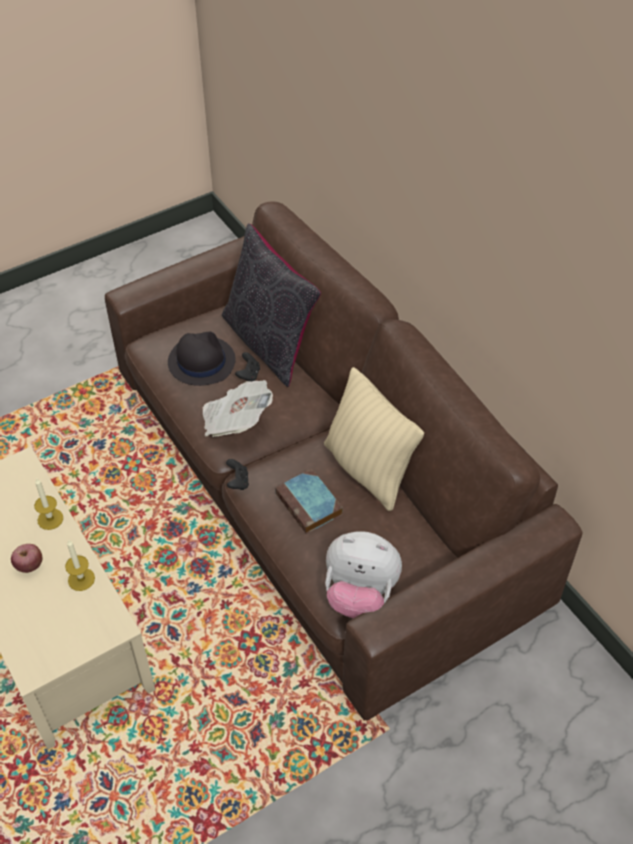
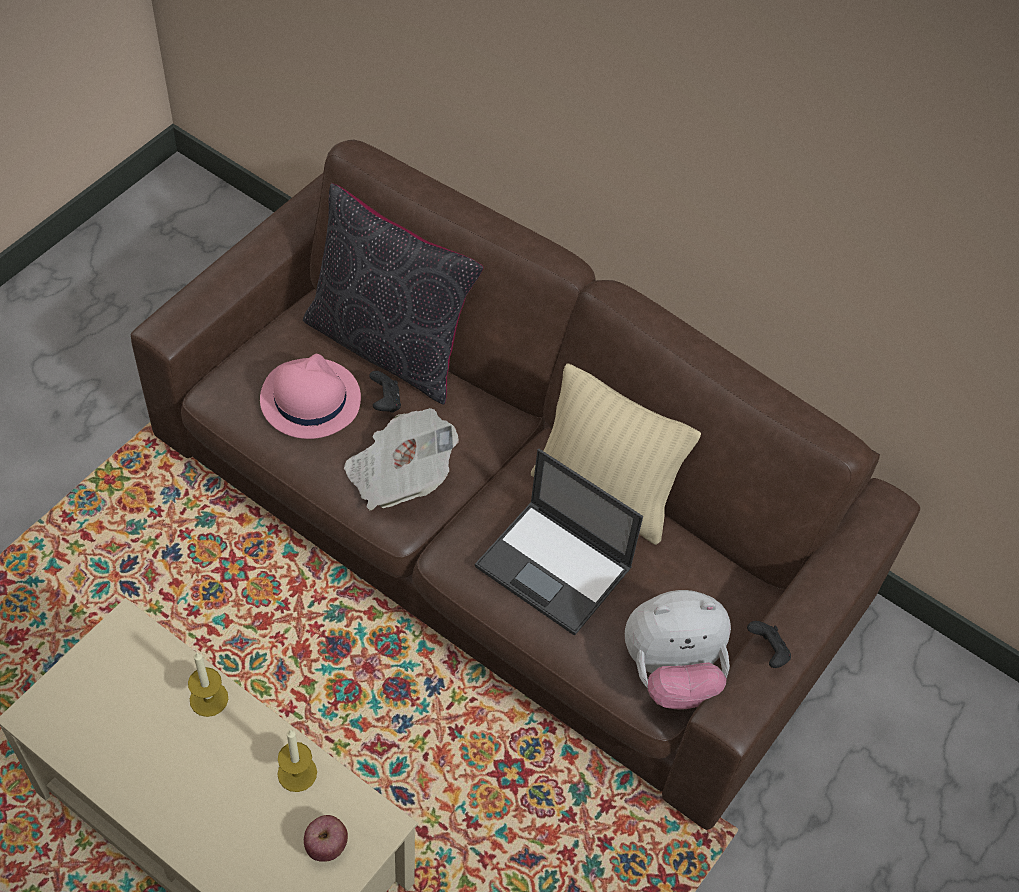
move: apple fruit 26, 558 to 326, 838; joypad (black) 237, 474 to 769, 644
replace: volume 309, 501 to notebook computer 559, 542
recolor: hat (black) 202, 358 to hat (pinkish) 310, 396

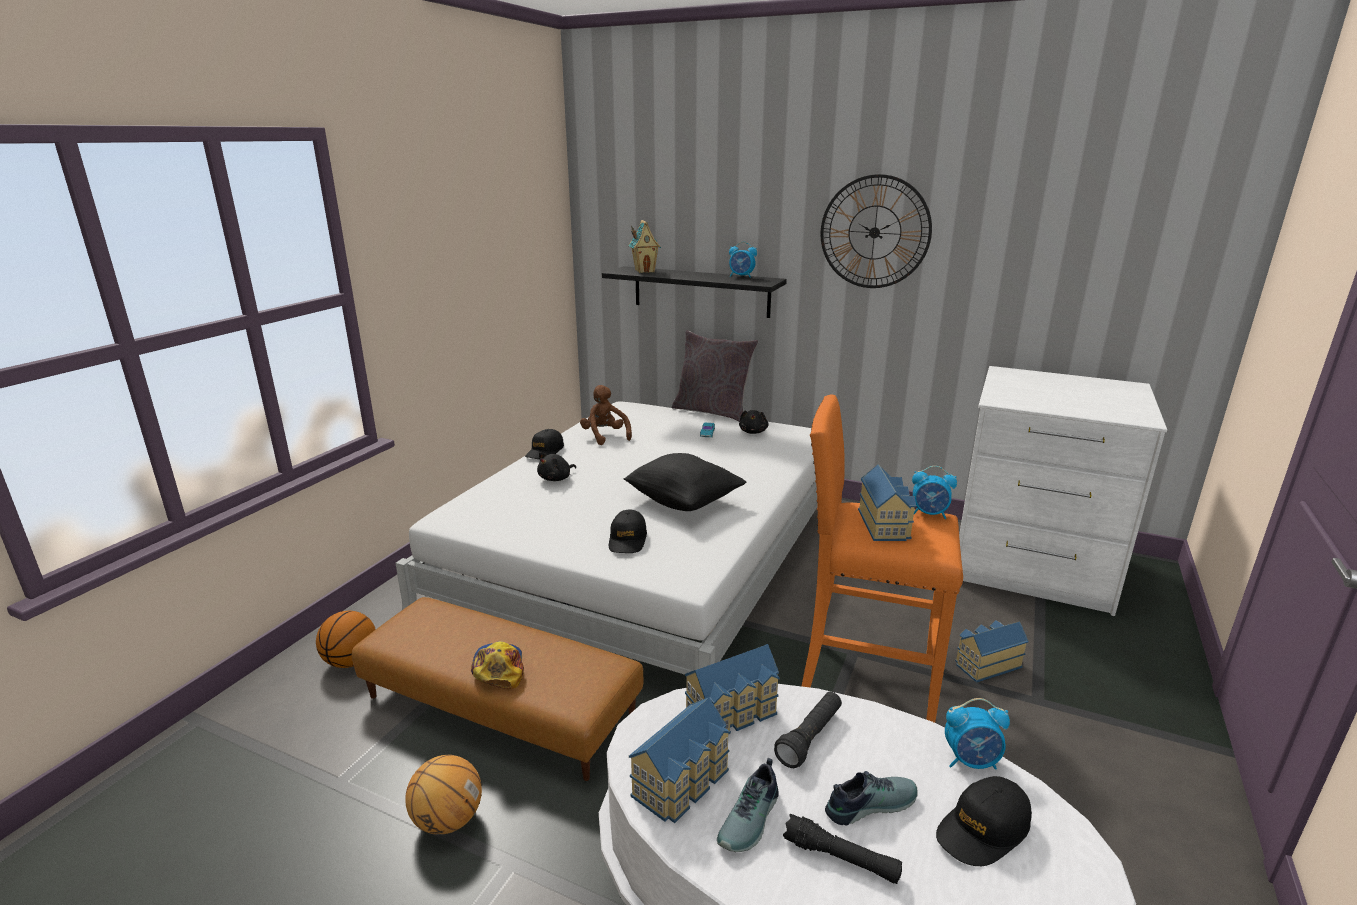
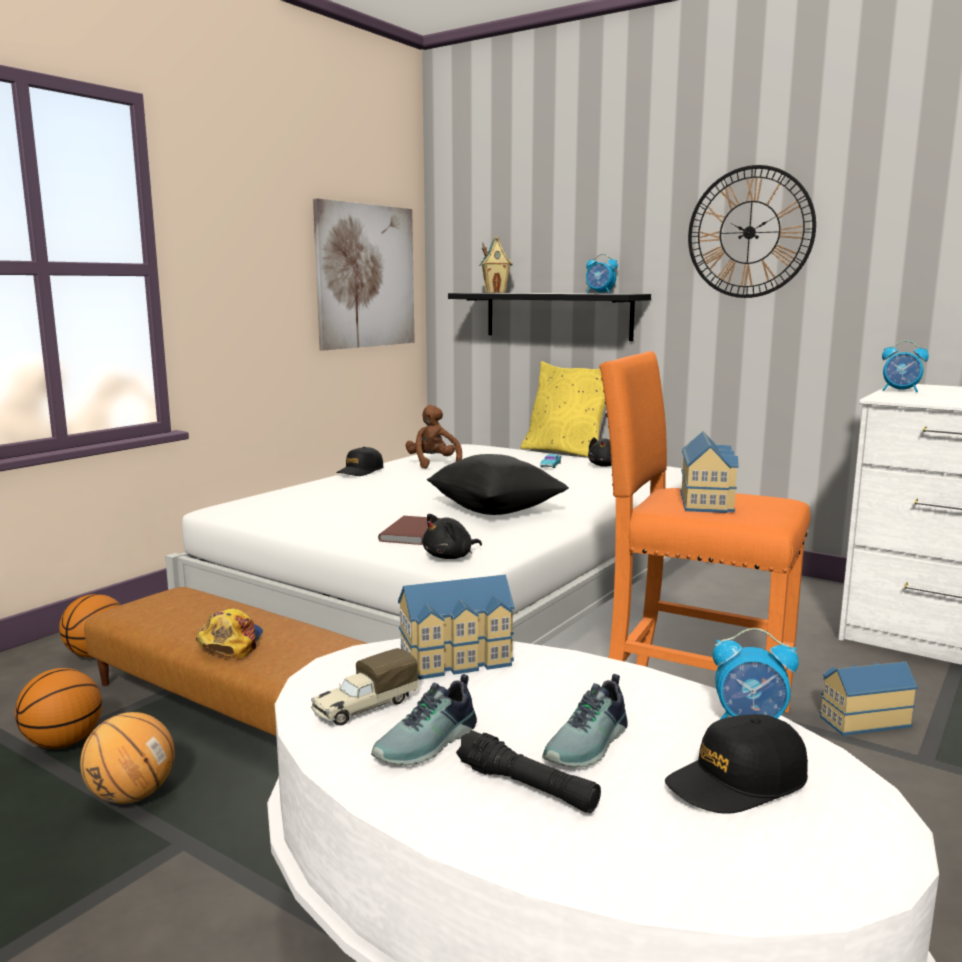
delete: hand torch (black) 808, 730
insert: basketball ball 58, 708; wall art 364, 274
move: plush toy (black) 556, 466 to 452, 536; alarm clock 934, 492 to 905, 366
replace: cap (black) 628, 531 to volume (brown-coloured) 409, 530; miniature house 679, 760 to model truck 364, 686
recolor: pillow (greyish) 715, 376 to pillow (yellow-coloured) 563, 409
rotate: low shoe 871, 798 = 585, 720 135 degrees clockwise

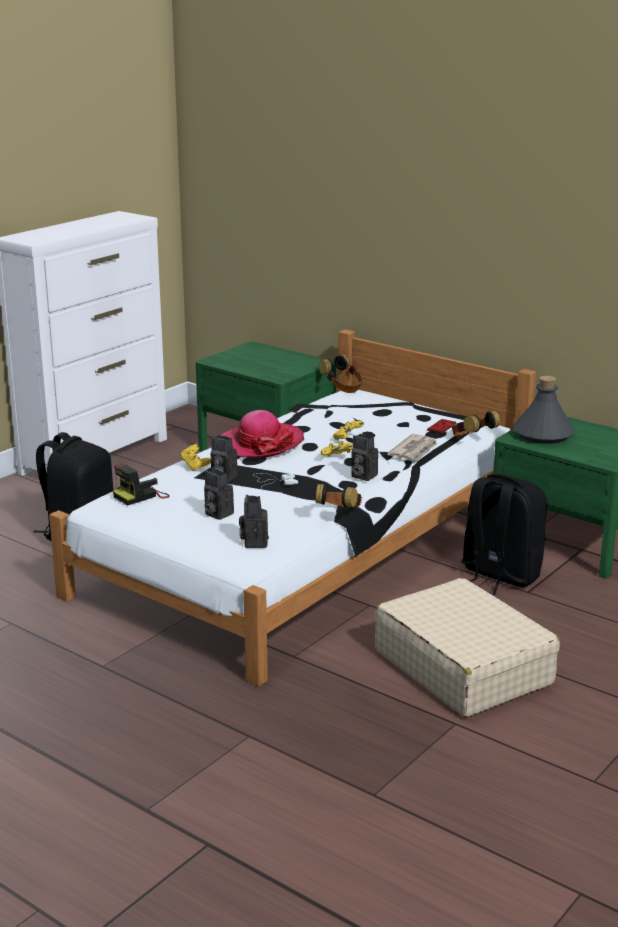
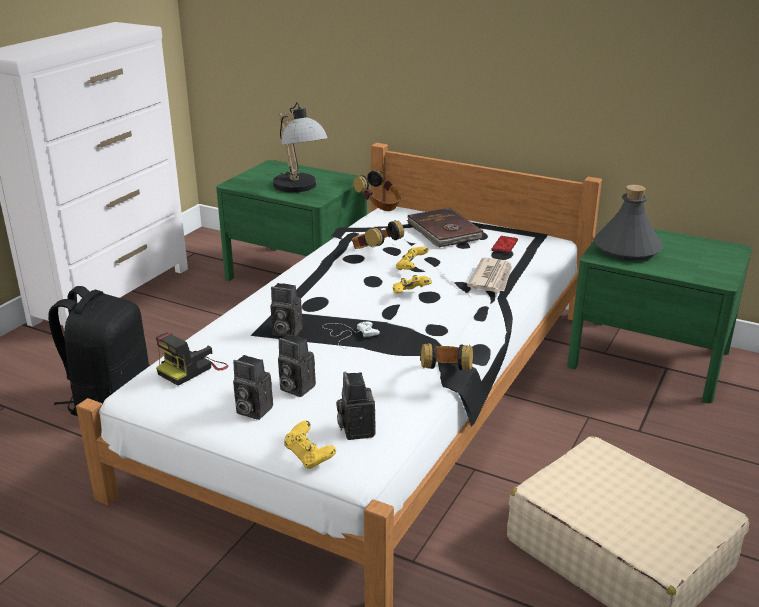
delete: hat 262, 434; knapsack (black) 504, 534
insert: table lamp 300, 147; volume (brown-coloured) 445, 227
move: joypad (yellow-coloured) 195, 457 to 310, 445; still camera 364, 457 to 253, 387; headphones 476, 422 to 378, 235

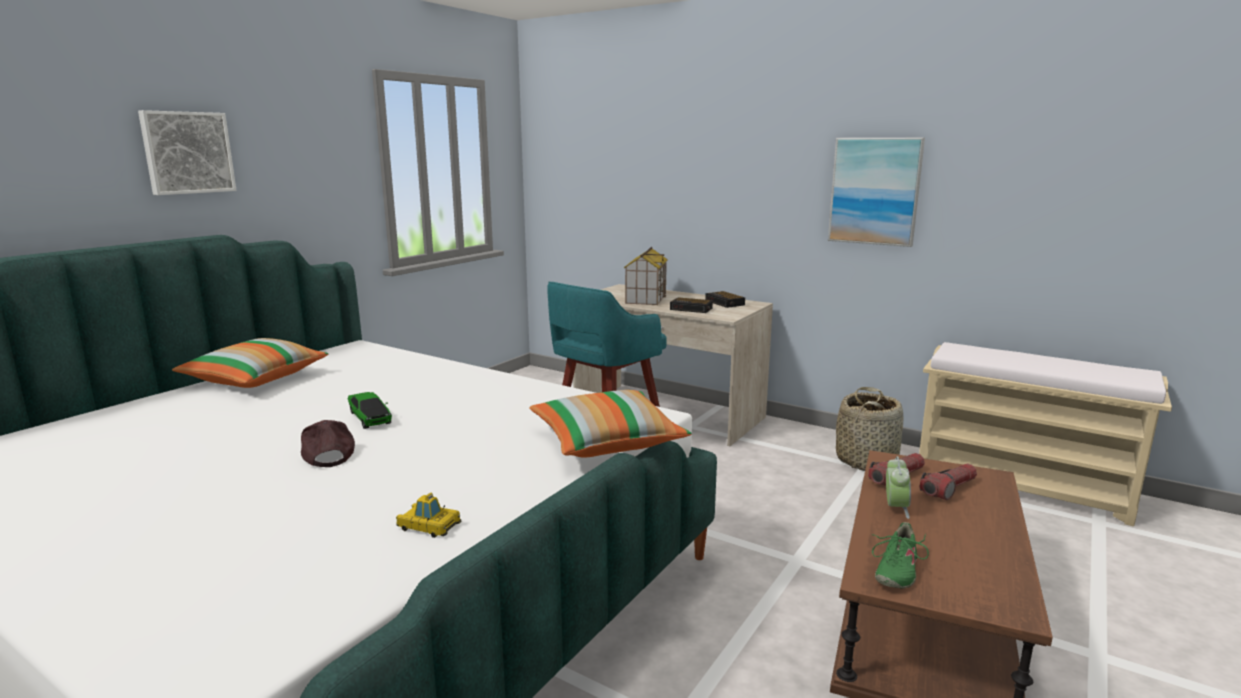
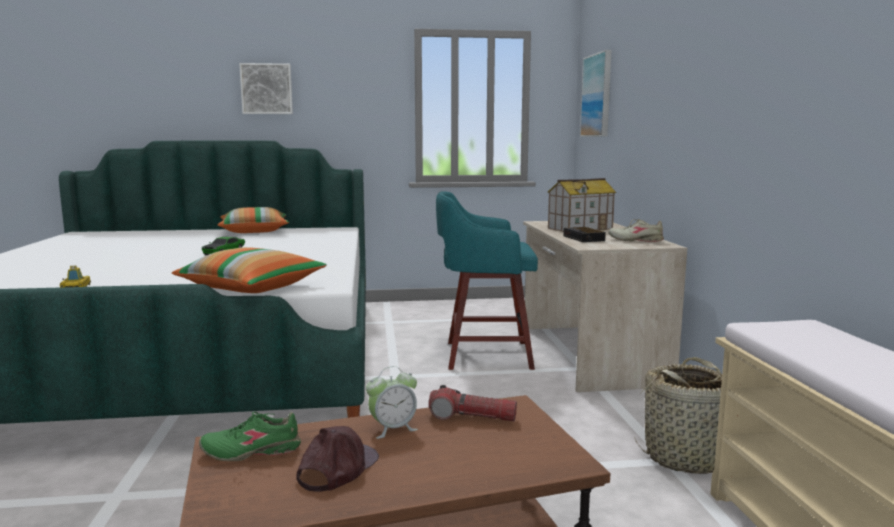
delete: hand torch 948, 482
move: cap (brown-coloured) 328, 443 to 337, 459; wall art 876, 192 to 596, 93
replace: alarm clock 725, 299 to low shoe (beige) 636, 230

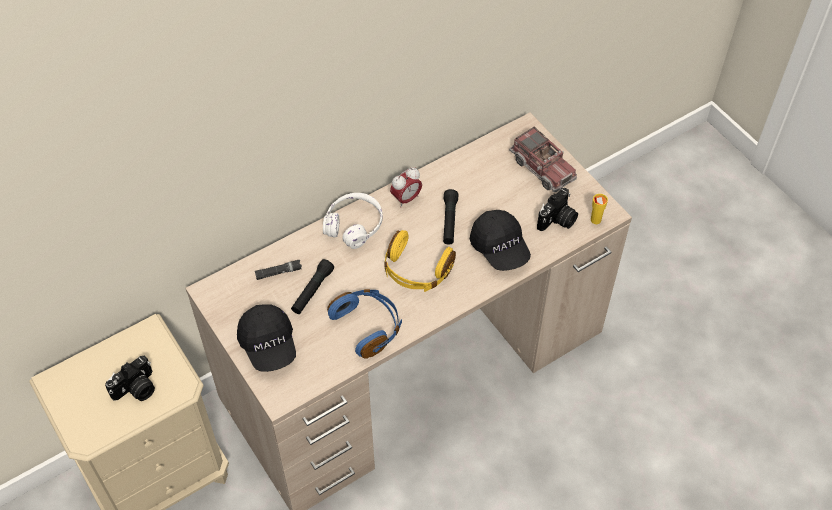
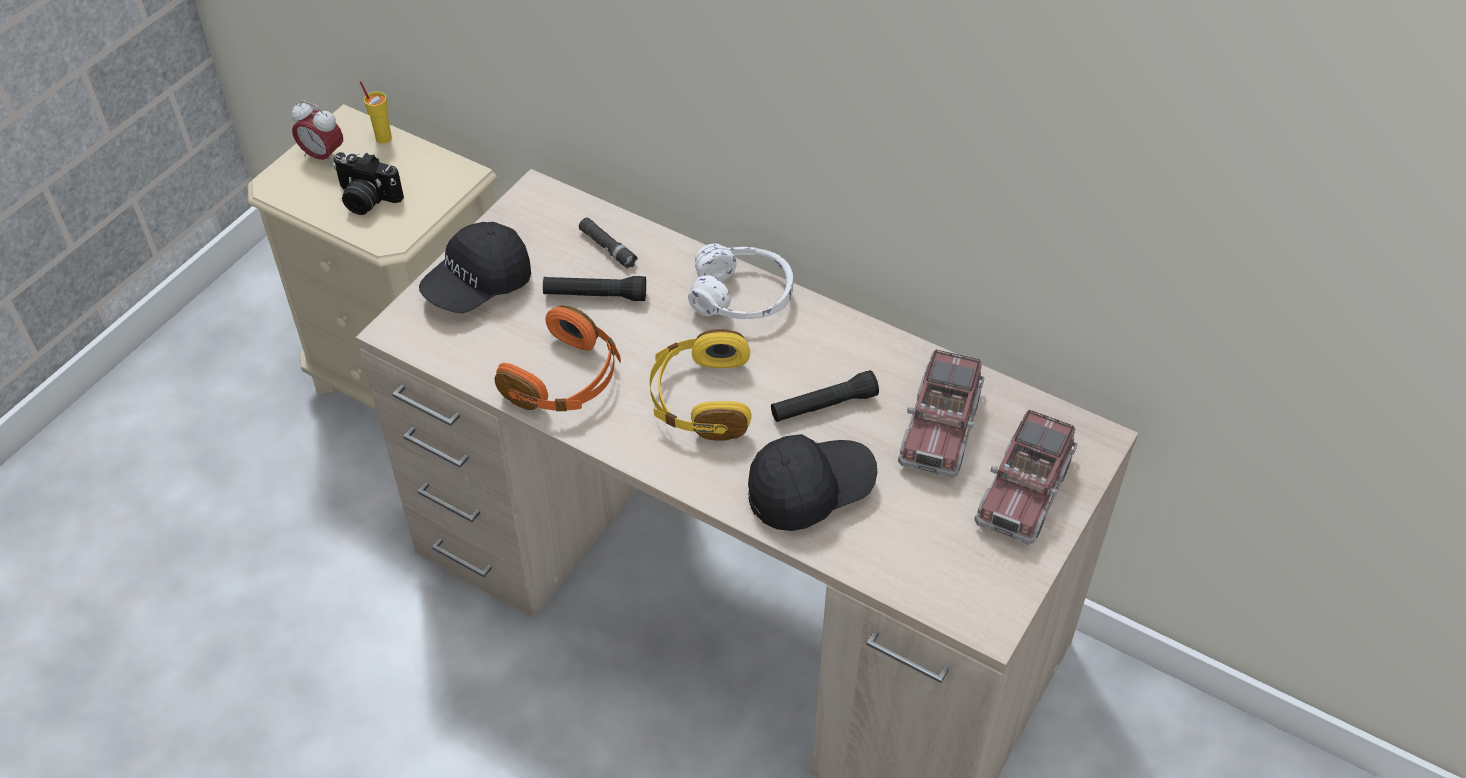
delete: still camera 557, 209
insert: model truck 941, 414
move: alarm clock 406, 187 to 317, 133; small cup (yellow-coloured) 599, 209 to 376, 112
recolor: headphones (bluish) 364, 324 to headphones (orange) 557, 358
rotate: cap (black) 500, 240 = 812, 482 150 degrees counterclockwise

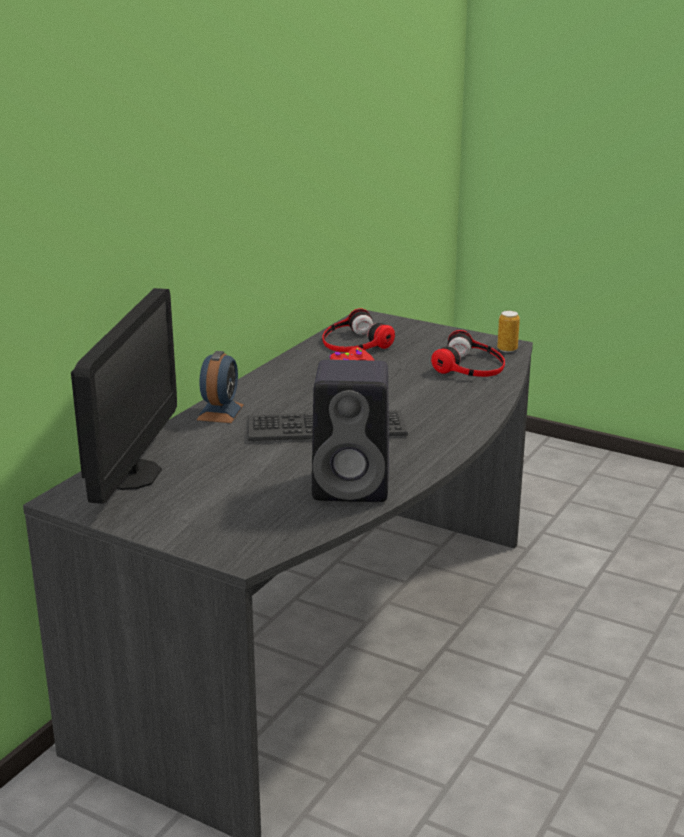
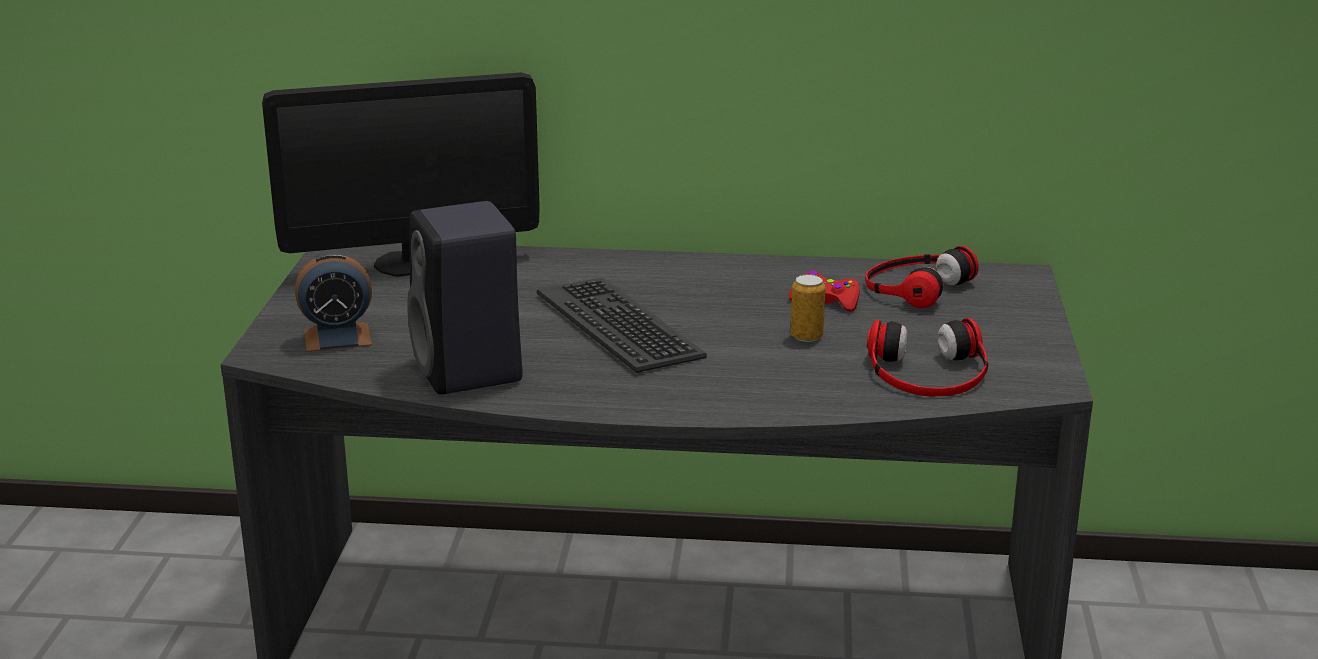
move: alarm clock 220, 387 to 333, 301; can 508, 331 to 808, 308

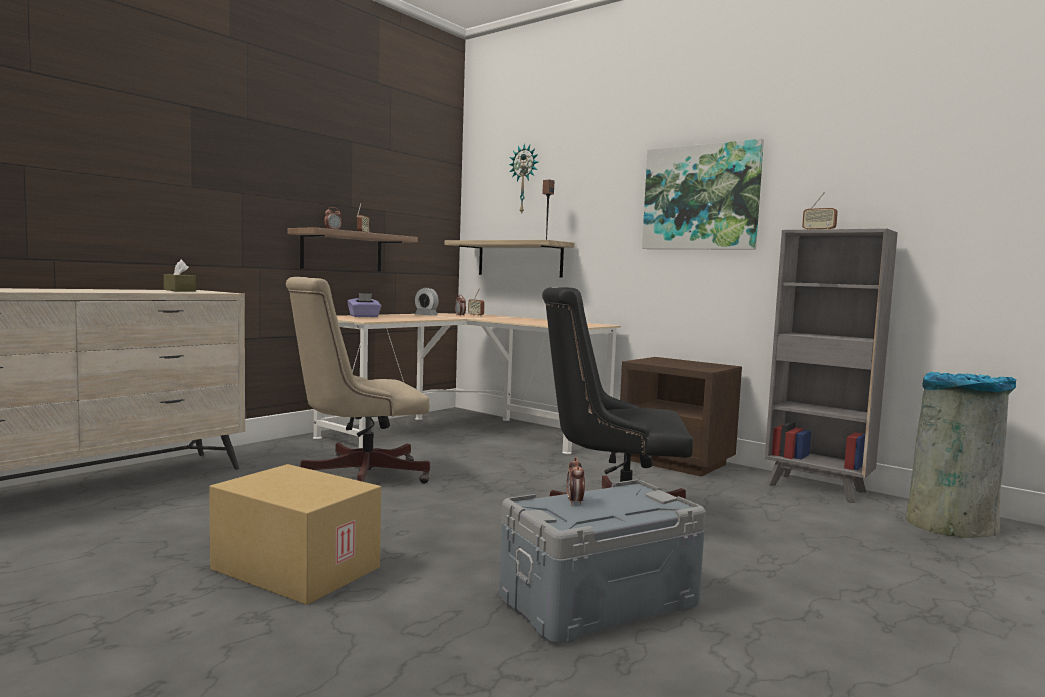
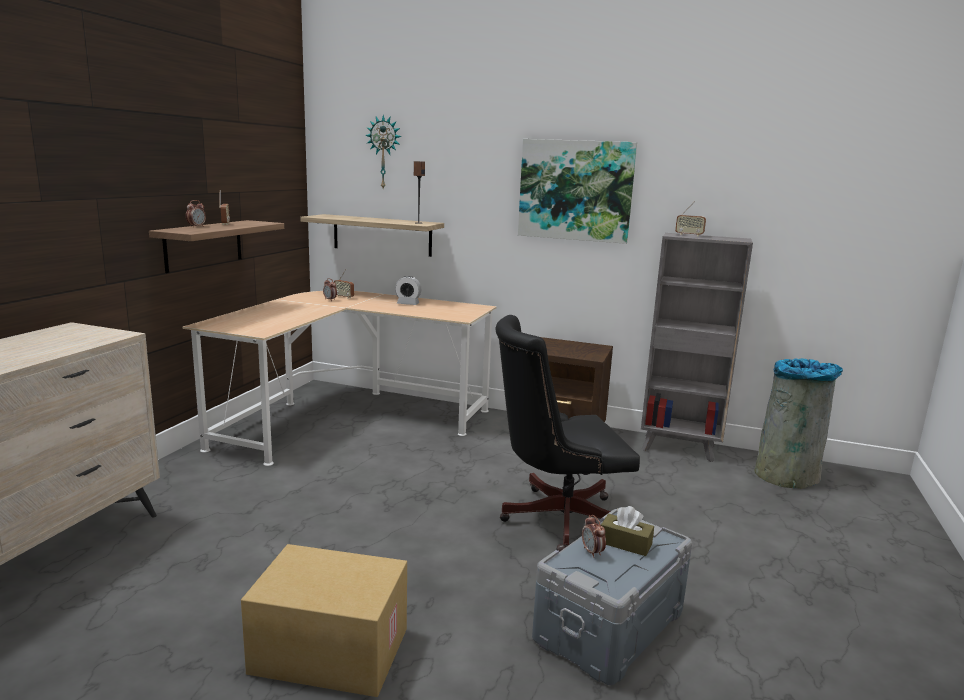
delete: computer chair (beige) 358, 380; tissue box (purple-coloured) 364, 305
move: tissue box (brown-coloured) 180, 276 to 627, 531; alarm clock 427, 301 to 408, 290

